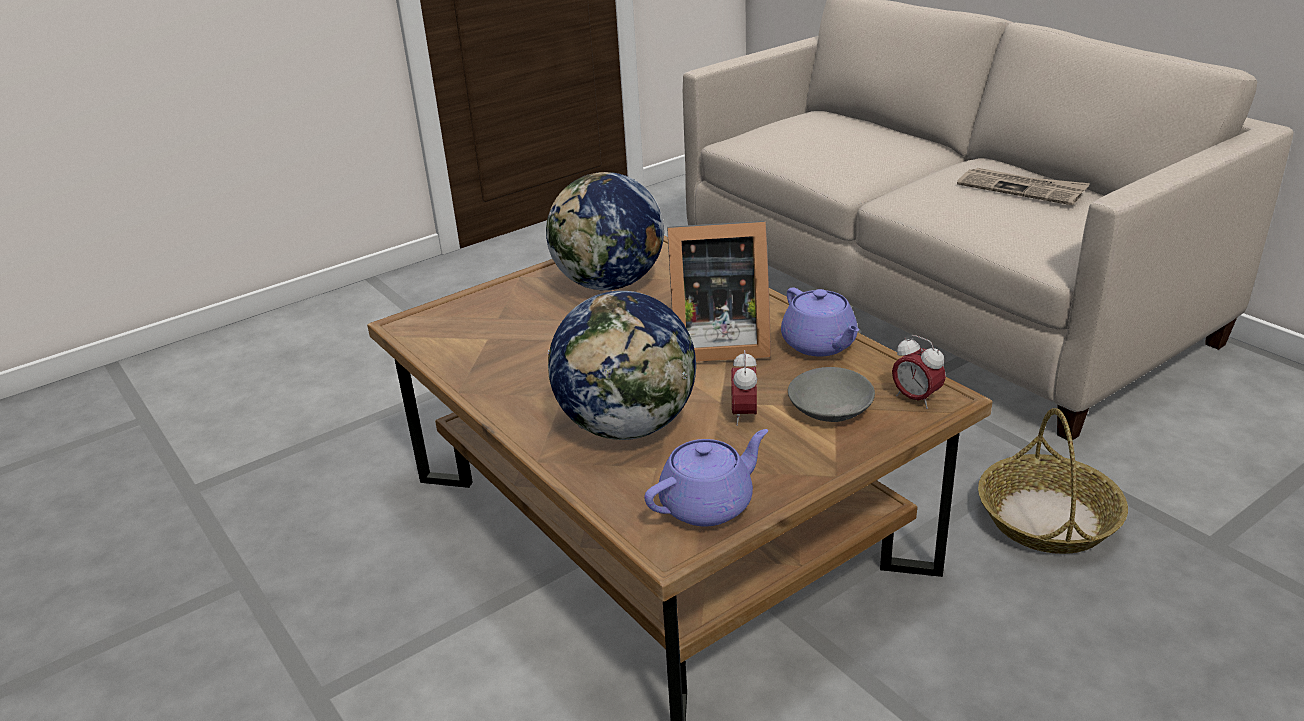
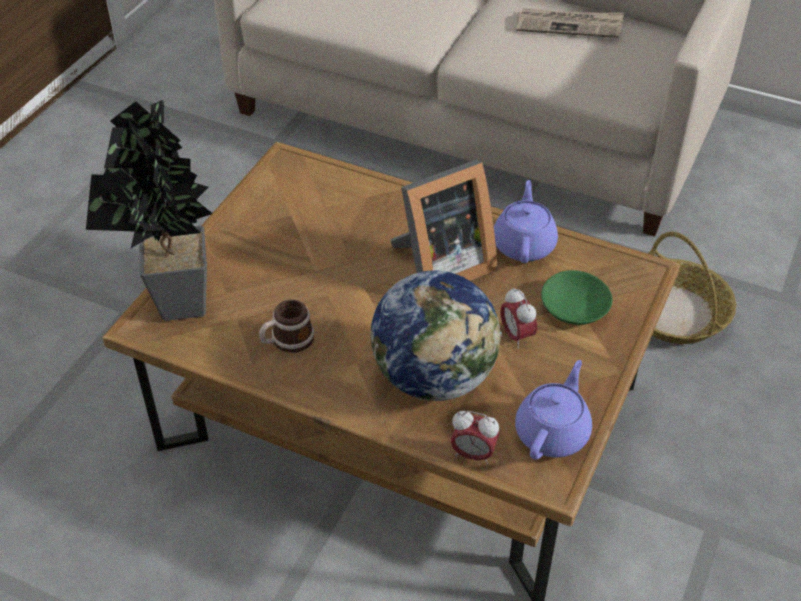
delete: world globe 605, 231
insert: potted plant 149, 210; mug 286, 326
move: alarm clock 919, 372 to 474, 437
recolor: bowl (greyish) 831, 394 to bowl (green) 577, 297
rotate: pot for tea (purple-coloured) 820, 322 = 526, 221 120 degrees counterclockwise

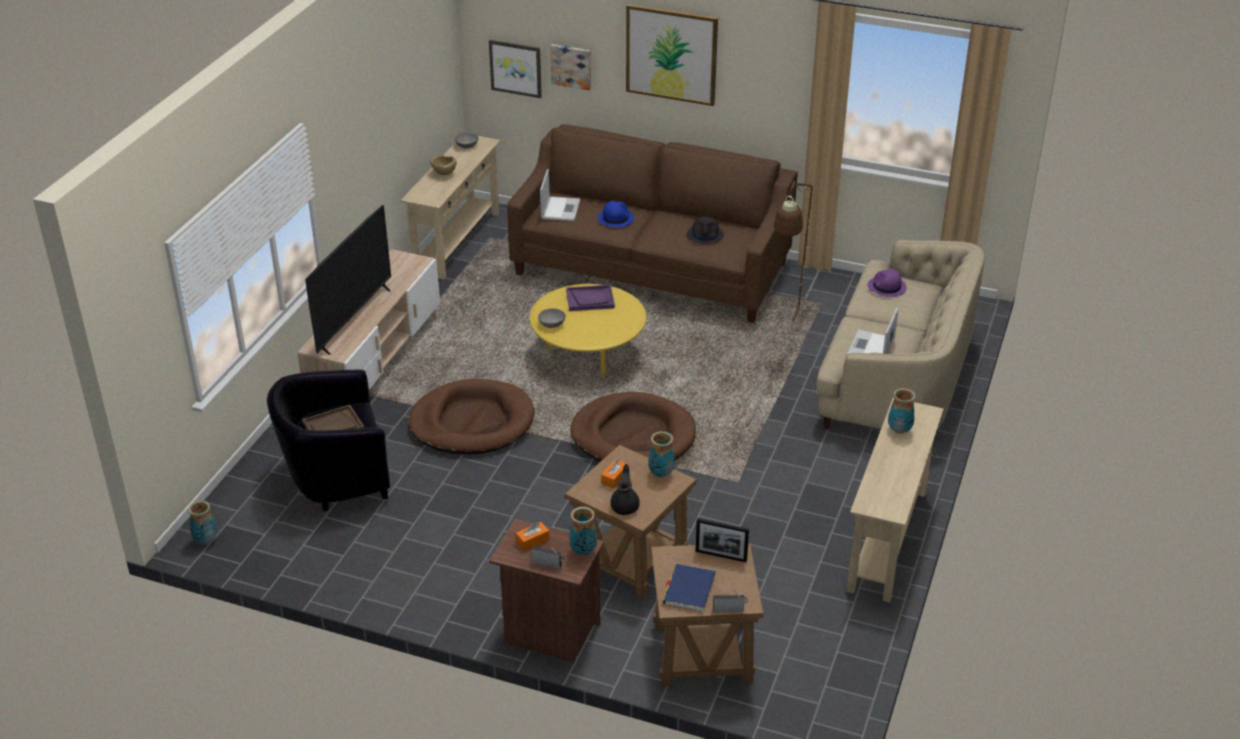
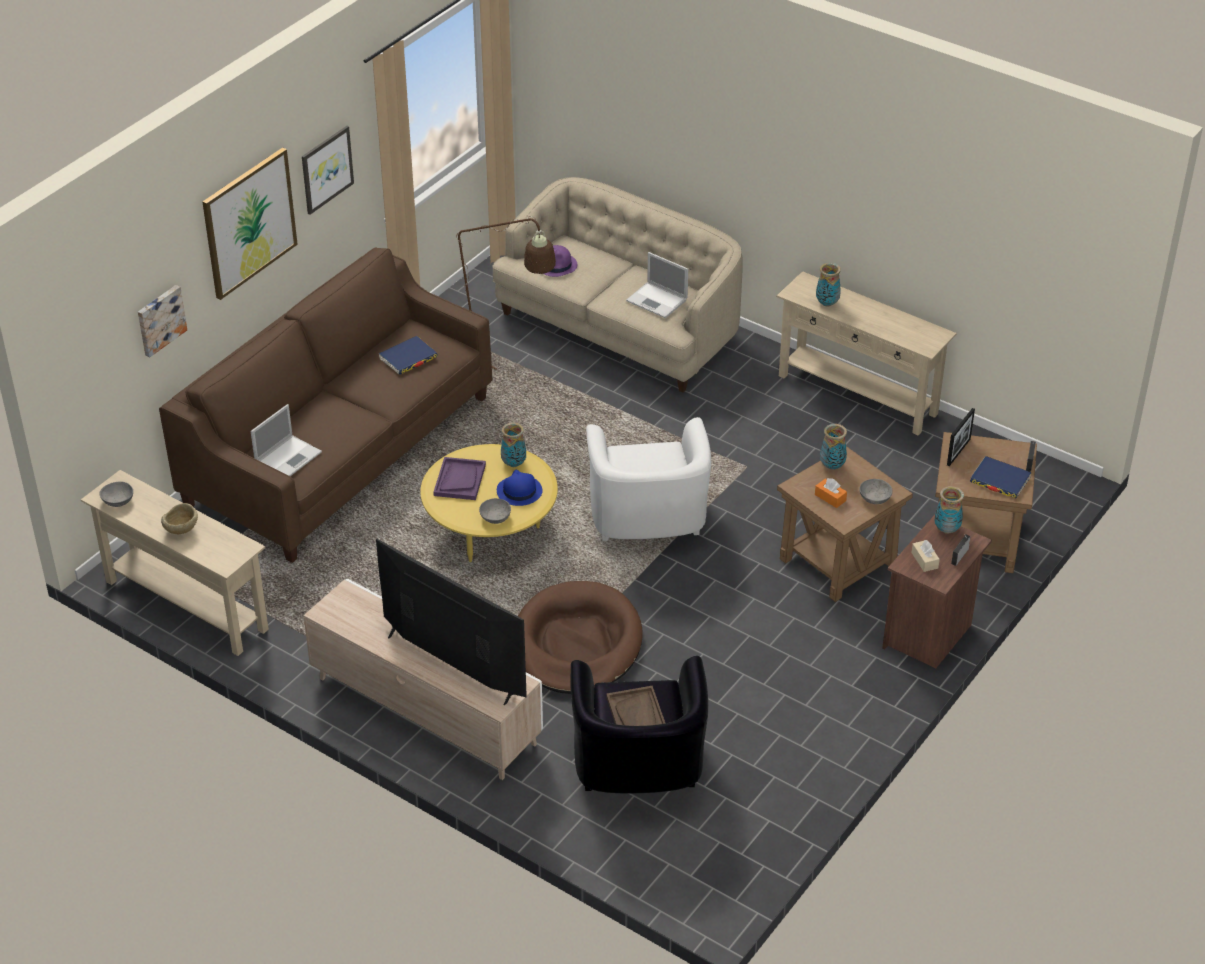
move: decorative vase 202, 522 to 513, 445; wall art 515, 69 to 328, 170; hat (bluish) 616, 214 to 520, 488
replace: pet bed (brown-coloured) 633, 427 to lounge chair (whitish) 648, 479; pot for tea (black) 625, 489 to bowl (greyish) 876, 491; hat (black) 705, 230 to volume (bluish) 408, 355
recolor: tissue box (orange) 533, 536 to tissue box (beige) 925, 556
rotate: notebook computer 560, 195 = 286, 440 105 degrees clockwise

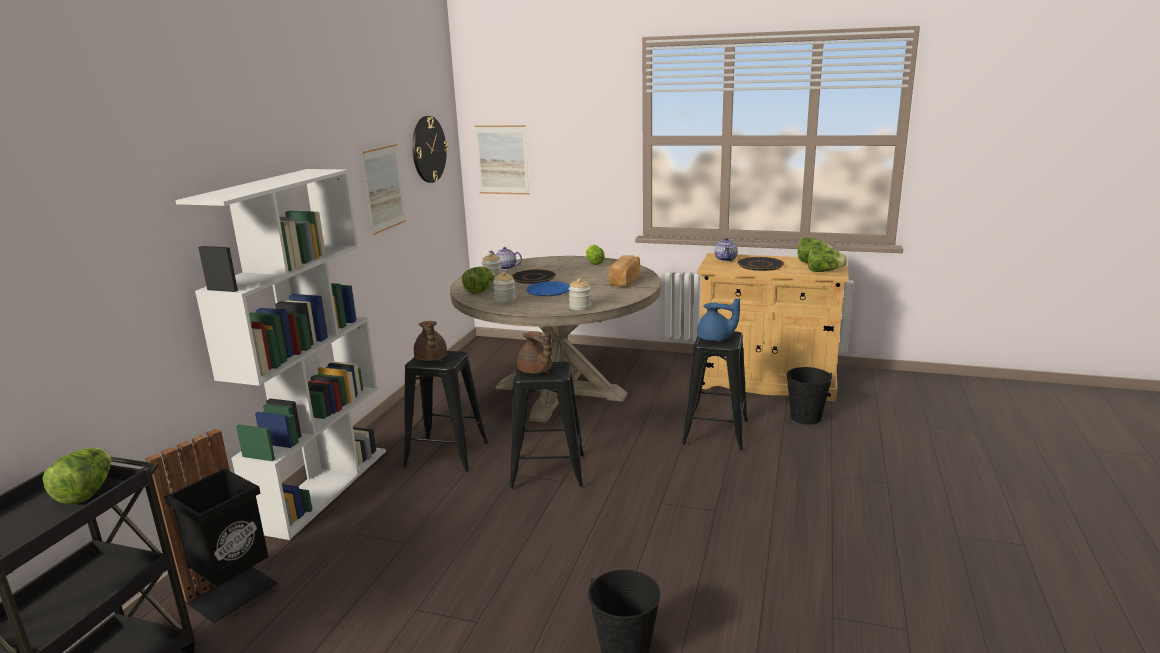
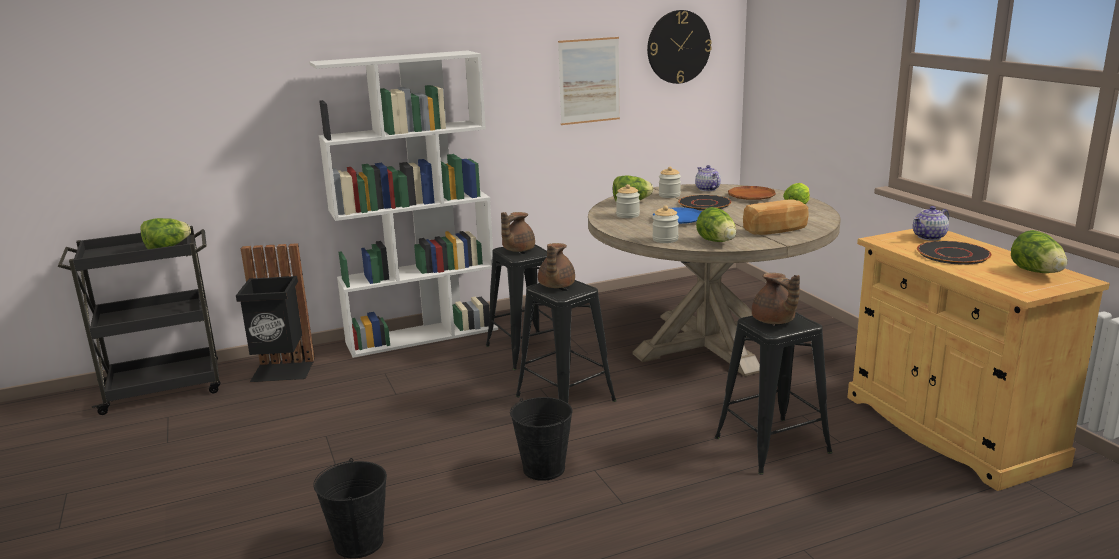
delete: wall art 501, 160
insert: dinner plate (brown-coloured) 752, 193
move: pail (black) 809, 396 to 541, 439; lettuce head 827, 259 to 716, 224
recolor: pot for tea (bluish) 719, 319 to pot for tea (brown-coloured) 776, 298

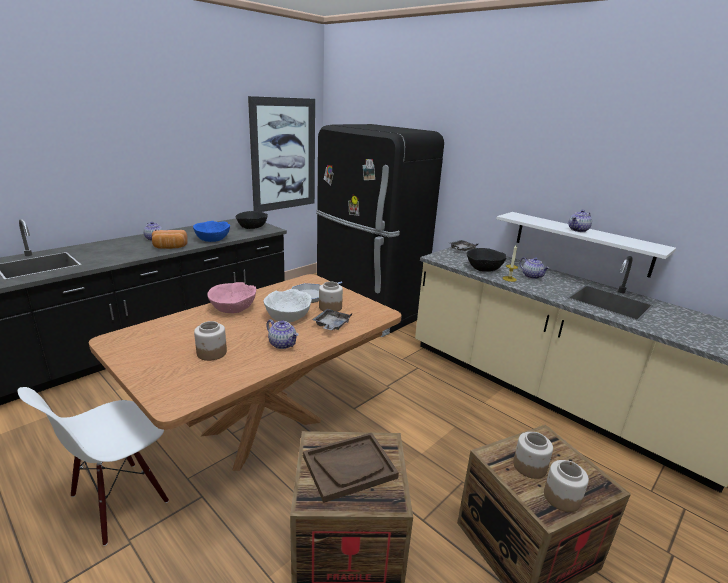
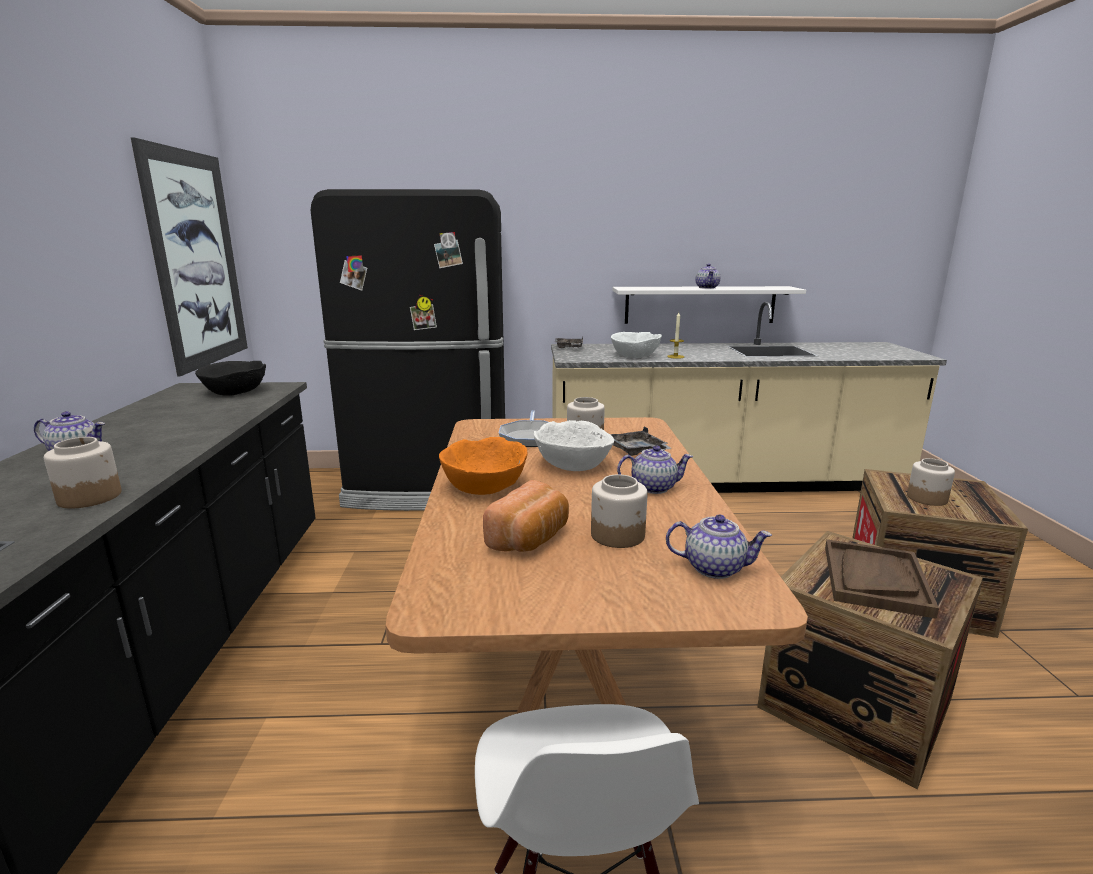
delete: bowl (bluish) 211, 231
move: baked bread 170, 239 to 526, 516; pot for tea 534, 268 to 719, 547; jar 566, 486 to 83, 473
recolor: bowl (pinkish) 231, 297 to bowl (orange) 483, 466; bowl (black) 486, 260 to bowl (whitish) 636, 345

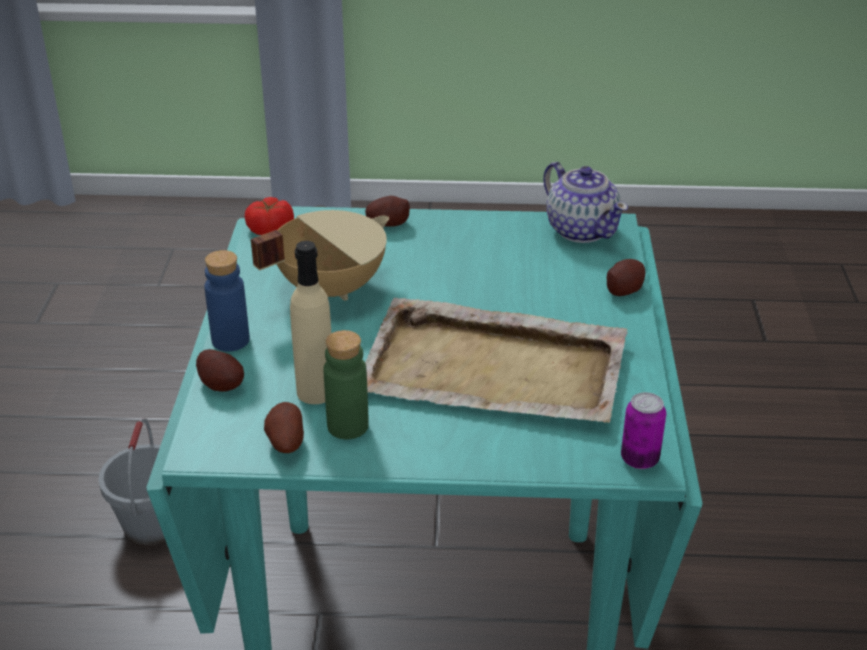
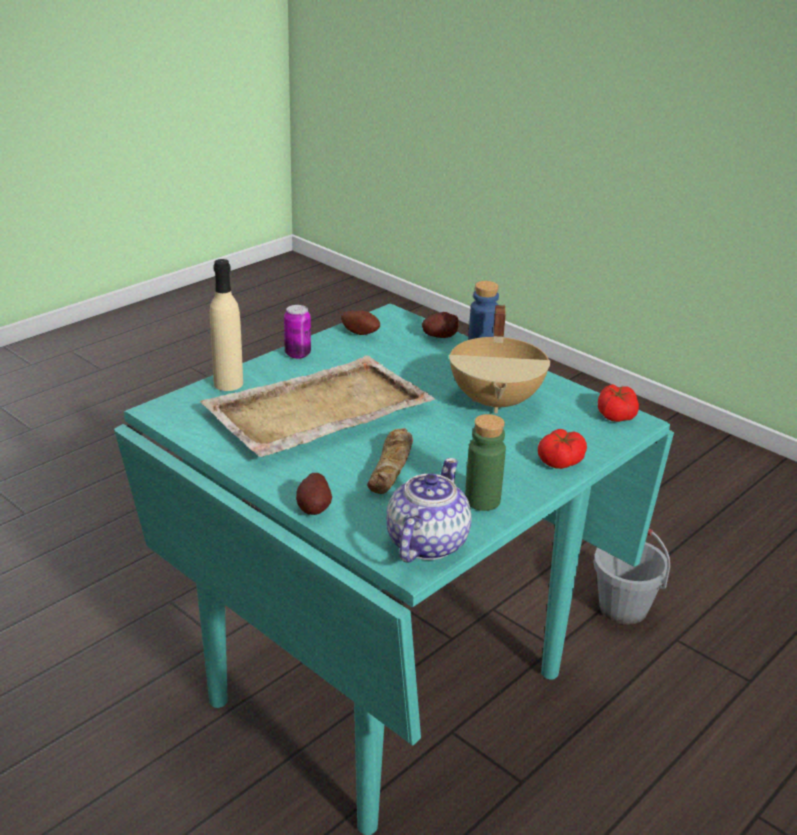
insert: baked bread 390, 461
move: drink bottle (beige) 310, 322 to 226, 325; drink bottle (green) 346, 384 to 485, 462; can 643, 430 to 297, 332
replace: potato 387, 211 to whole tomato 562, 449
rotate: pot for tea 585, 202 = 429, 510 105 degrees clockwise

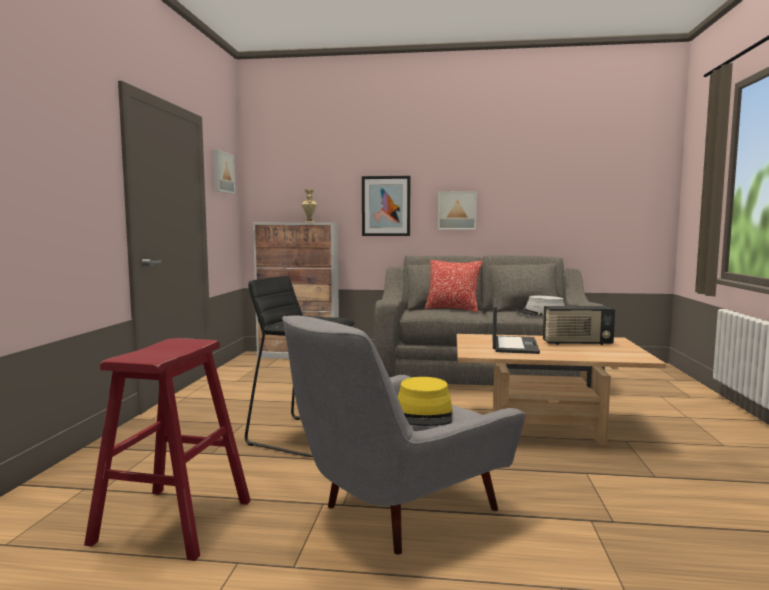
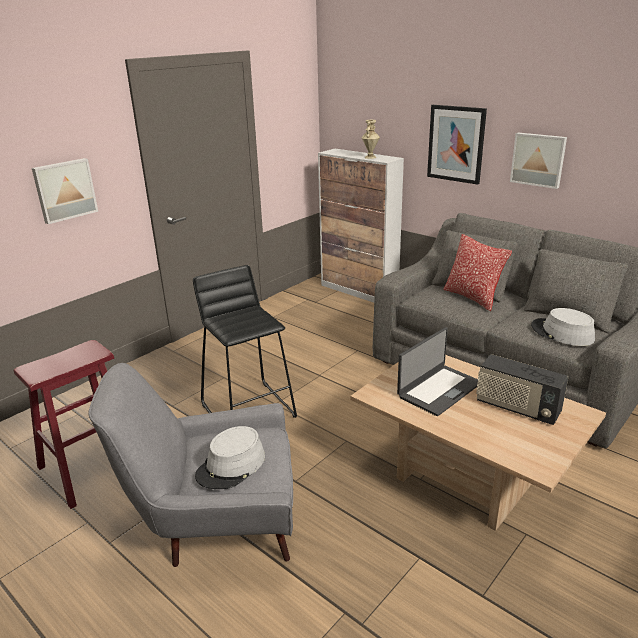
move: wall art 224, 172 to 65, 191
recolor: hat (yellow-coloured) 425, 401 to hat (greyish) 230, 457

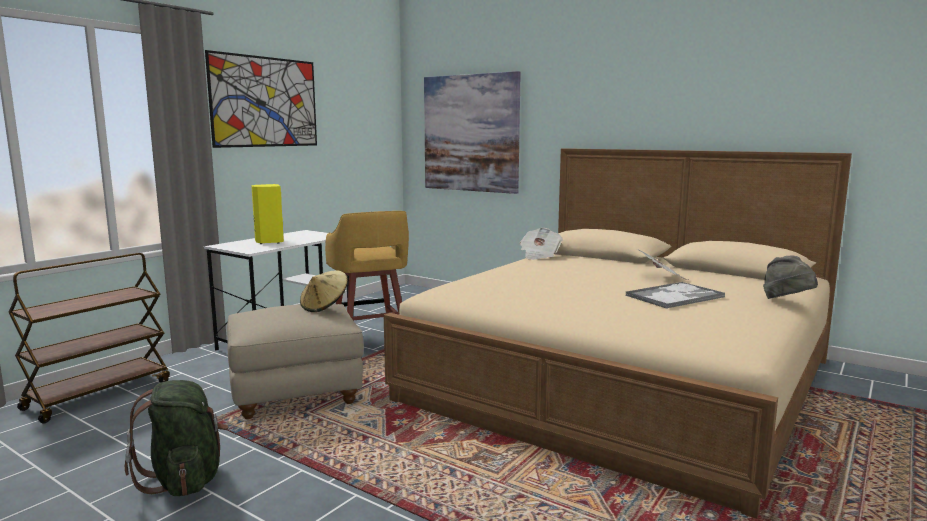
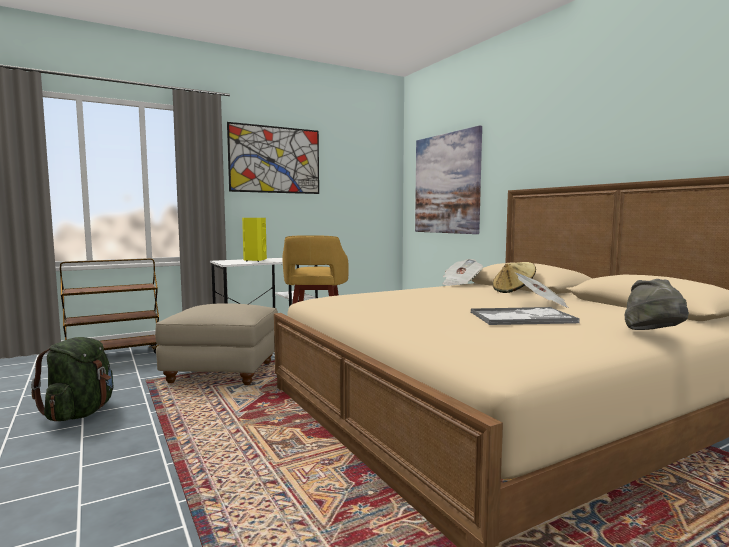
move: hat (beige) 324, 291 to 514, 277

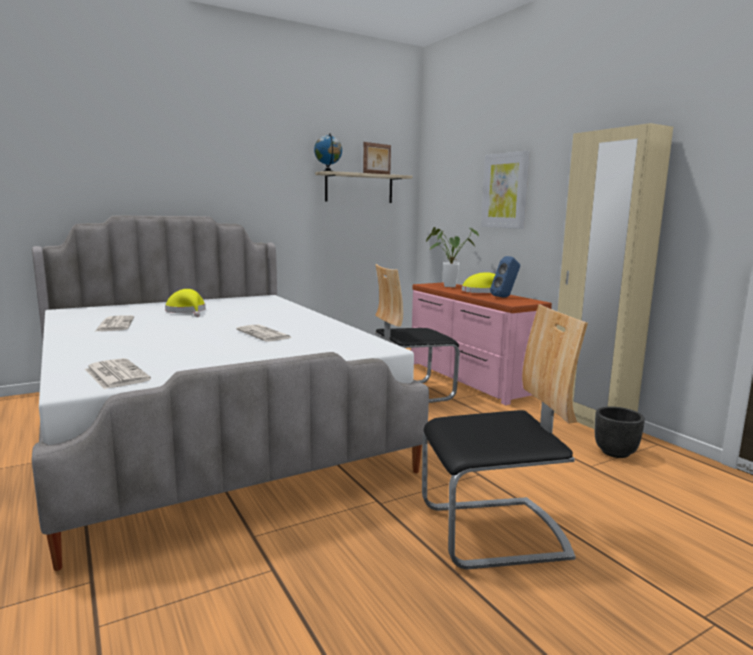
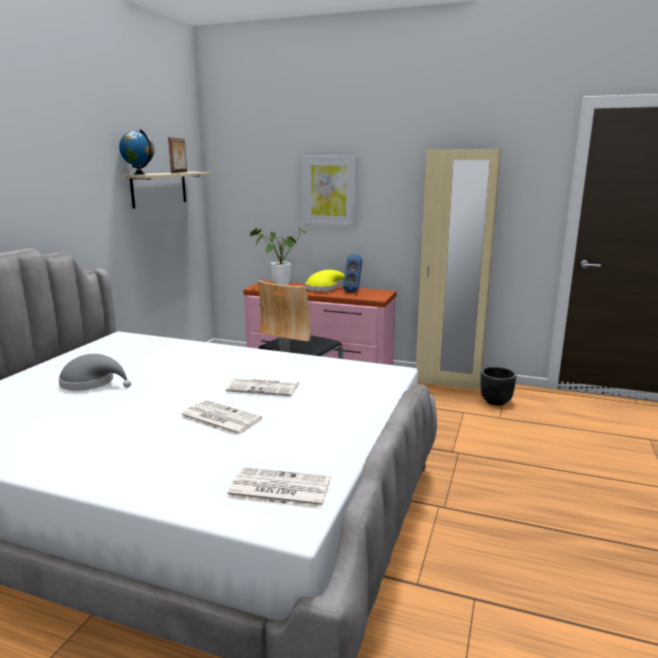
delete: chair 505, 436
move: printed paper 114, 323 to 220, 418
recolor: hat (yellow-coloured) 185, 303 to hat (greyish) 94, 372

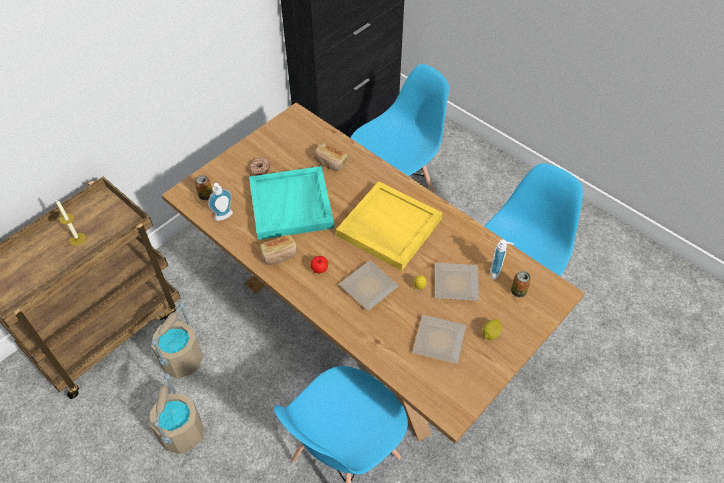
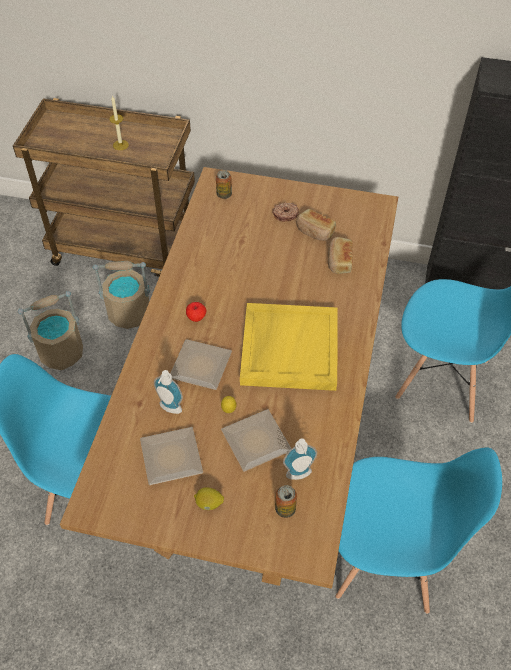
delete: serving tray (turquoise-coloured) 291, 203
move: liquid soap bottle 220, 202 to 168, 392; baked bread 278, 250 to 316, 225

